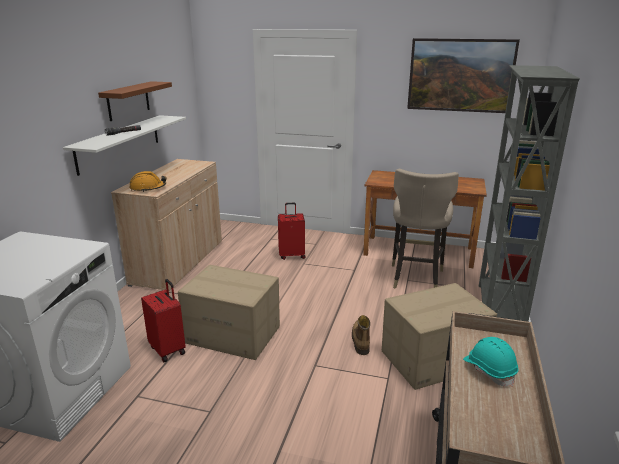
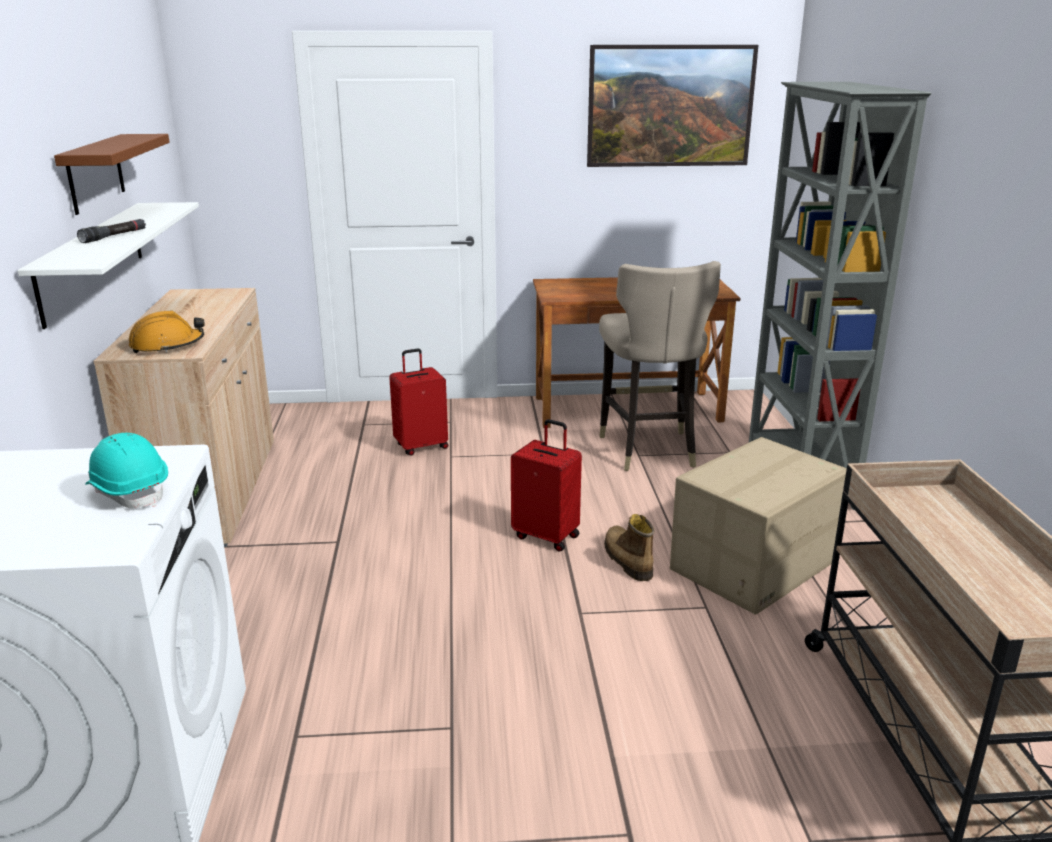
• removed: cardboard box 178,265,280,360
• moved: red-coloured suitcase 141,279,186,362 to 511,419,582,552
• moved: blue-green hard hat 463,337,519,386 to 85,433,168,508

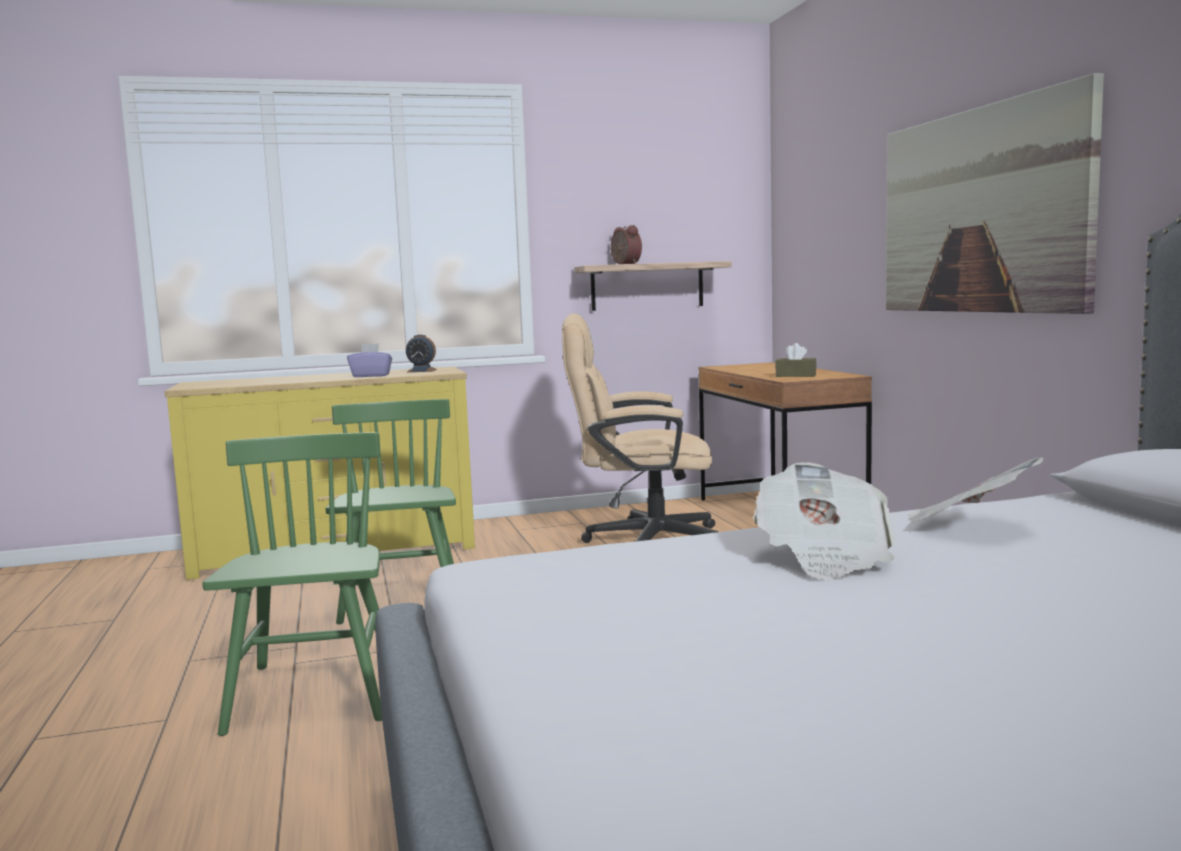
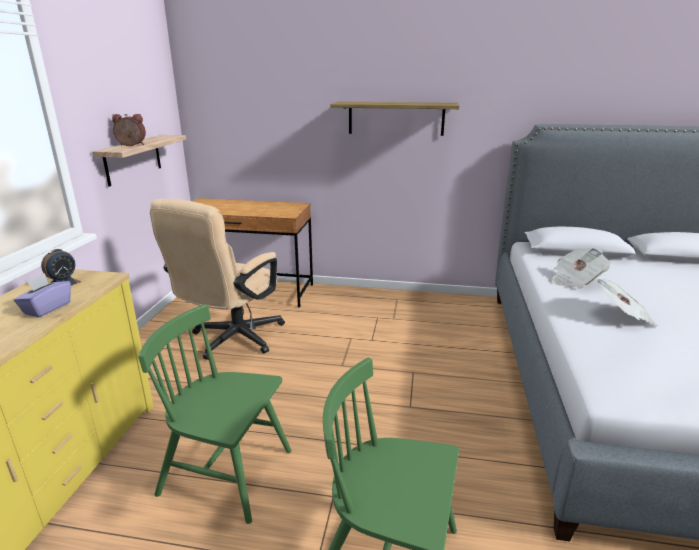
• replaced: wall picture 886,73,1104,314 to shelf 330,101,459,136
• removed: brown tissue box 775,343,817,377

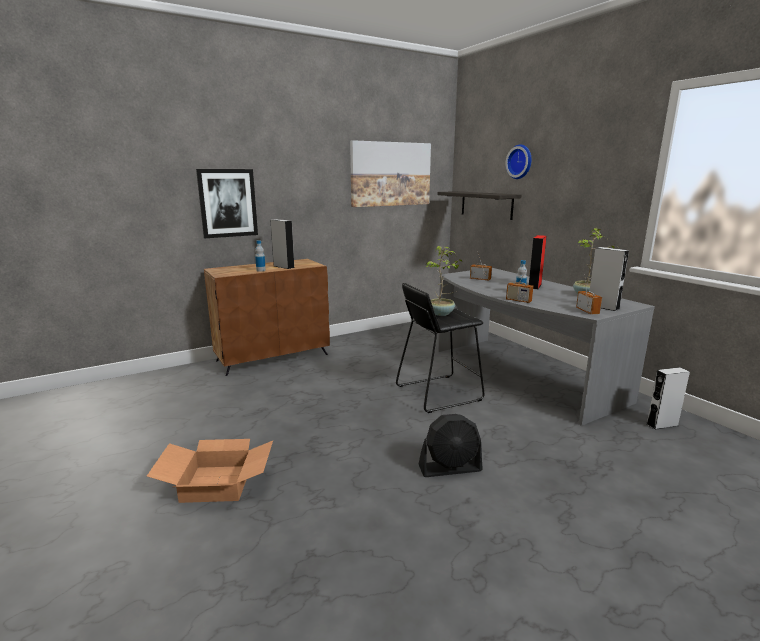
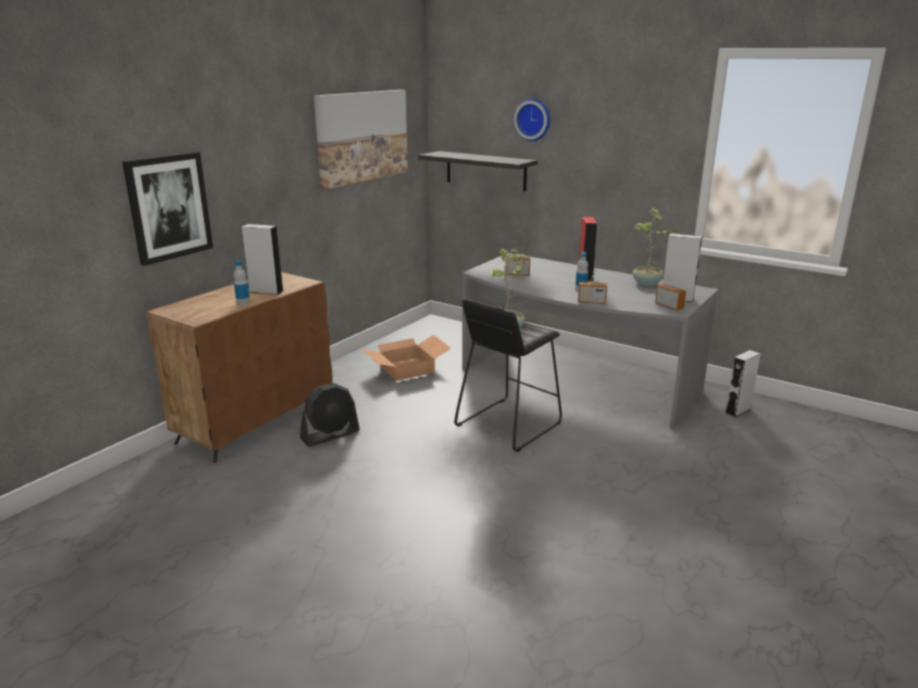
• moved: black-coloured electric fan 419,414,483,477 to 300,383,360,447
• moved: cardboard box 147,439,273,503 to 363,335,451,381

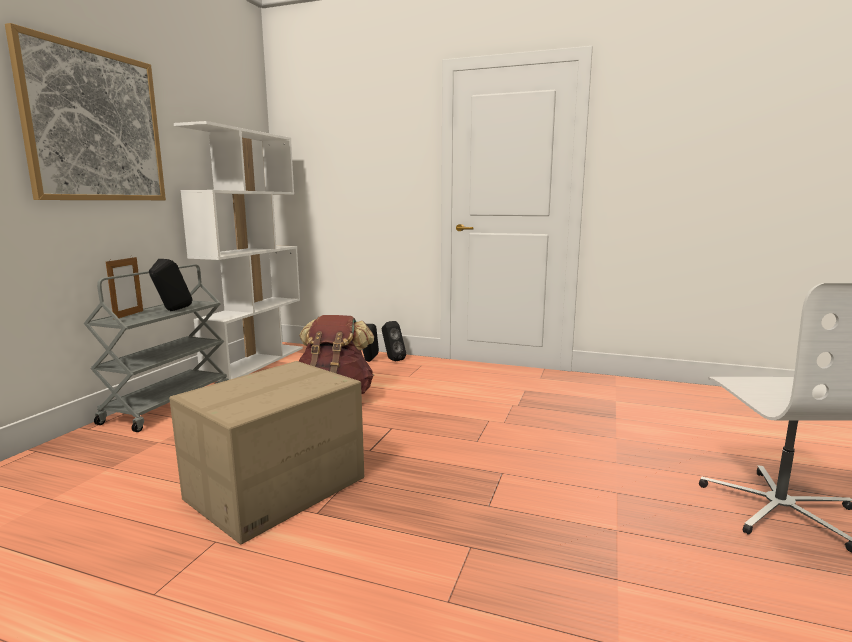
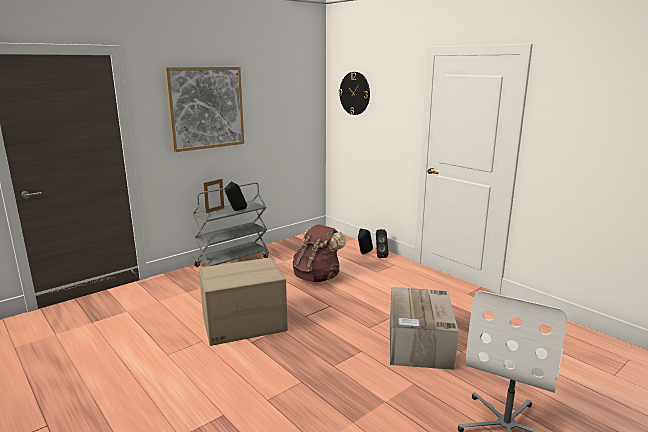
• removed: white bookcase 174,121,303,382
• added: clock on the wall 339,72,370,115
• added: cardboard box 390,287,458,370

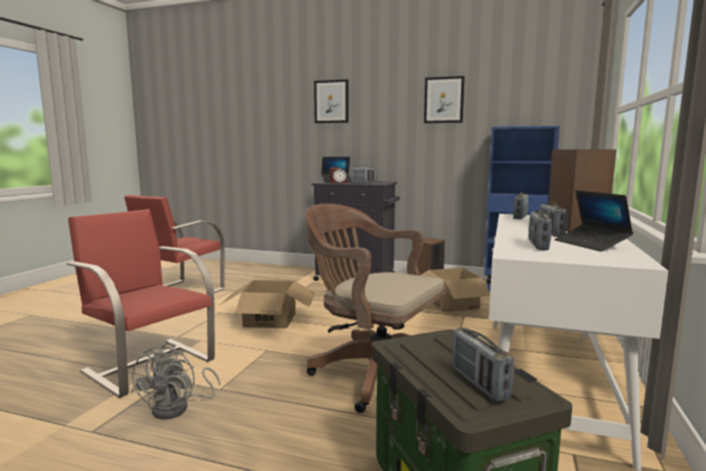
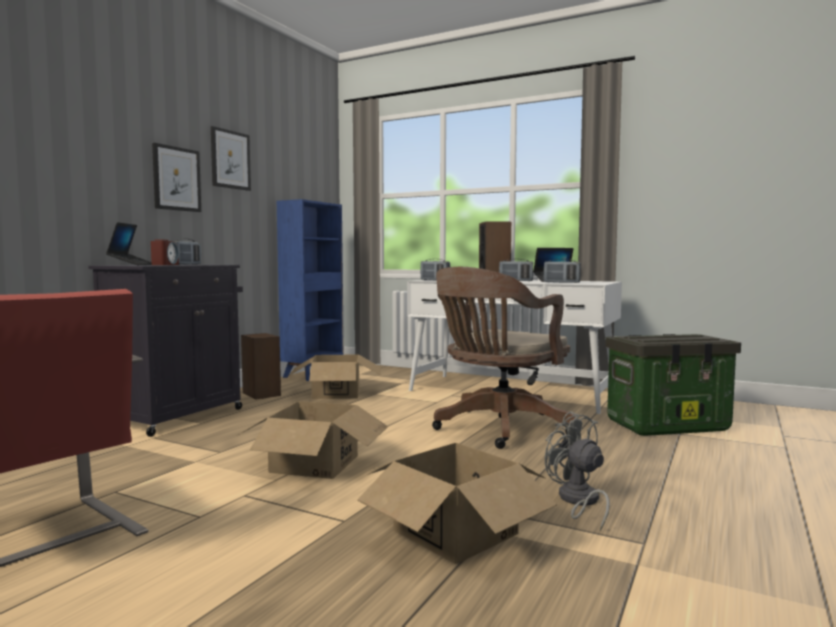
• moved: wall picture 314,79,349,123 to 152,143,201,212
• replaced: red-coloured chair 67,209,215,398 to cardboard box 357,443,557,564
• removed: radio 452,327,514,401
• turned: greyish electric fan 131,343,220,420 = 545,411,610,531 135 degrees counterclockwise

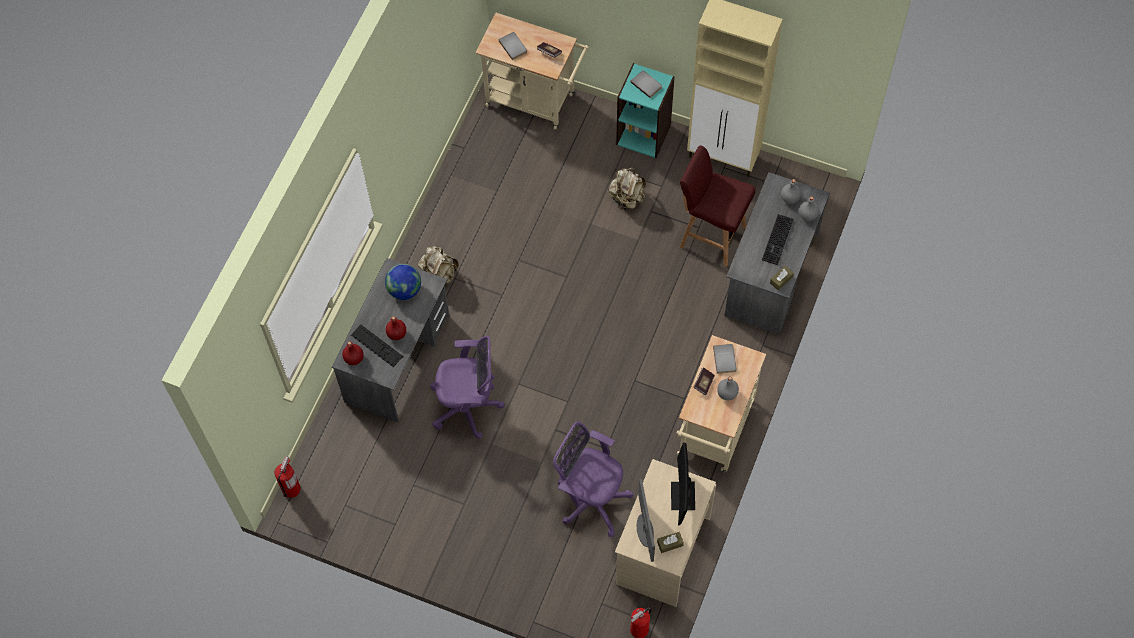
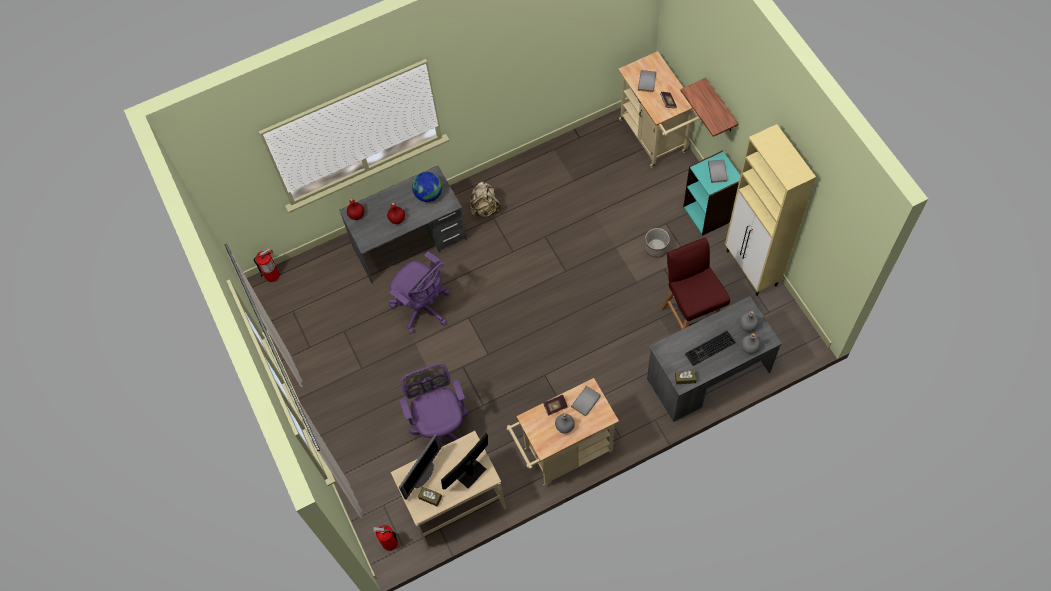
• replaced: beige-coloured knapsack 608,168,646,210 to plant pot 644,228,670,258
• removed: keyboard 351,324,403,367
• added: shelf 680,78,739,137

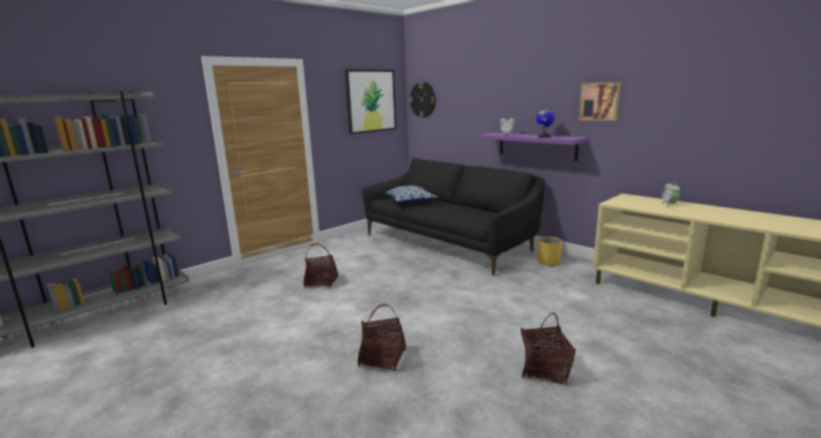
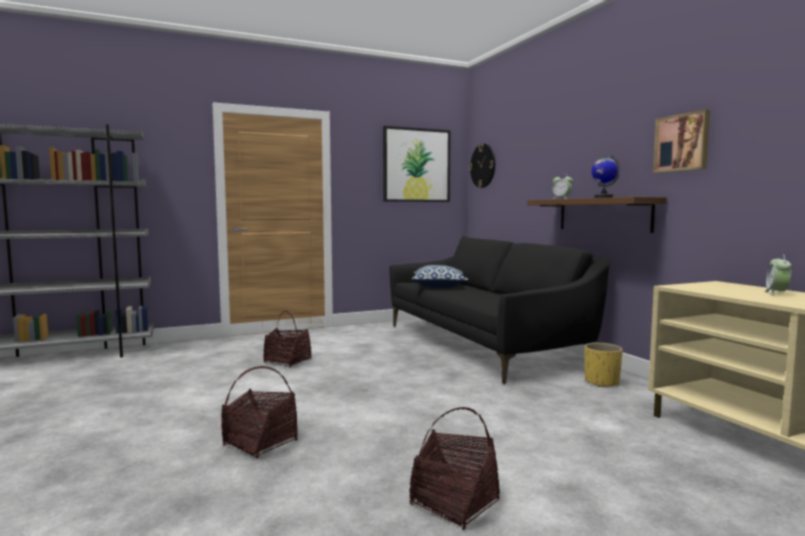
• recoloured: purplish shelf 479,133,587,161 to brown shelf 527,197,667,233

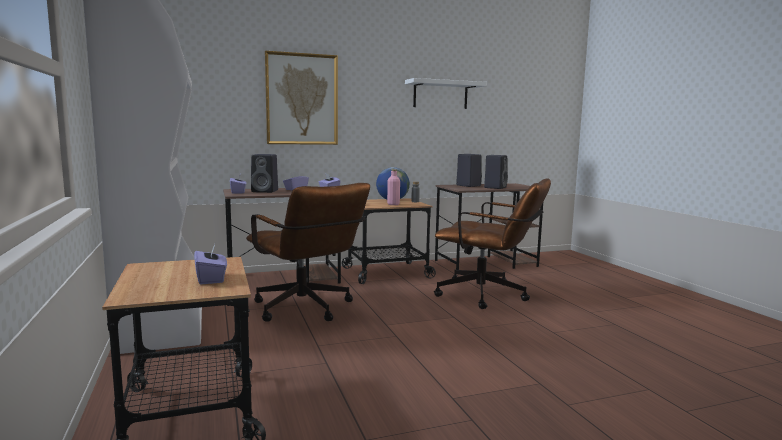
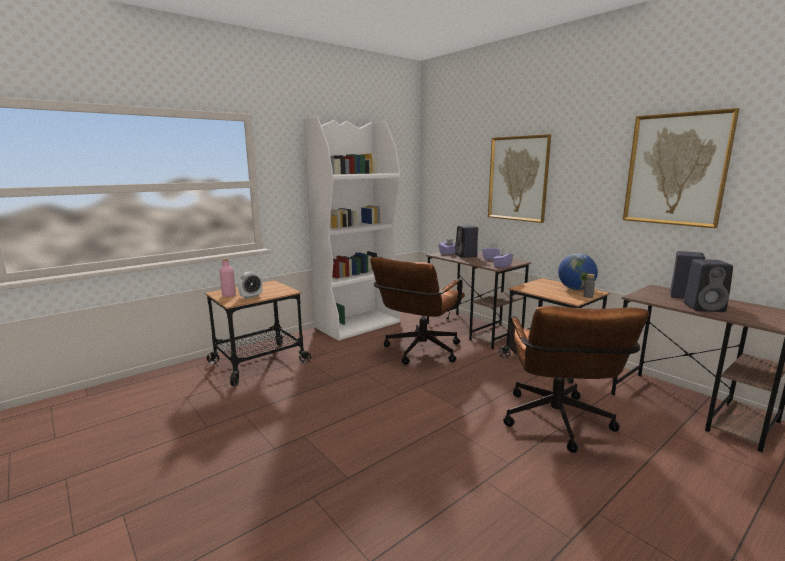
• replaced: white shelf 405,78,487,109 to wall picture 623,108,740,228
• moved: pinkish beverage bottle 387,169,400,205 to 219,258,236,297
• replaced: purplish tissue box 194,244,227,284 to bedside clock 238,272,263,299

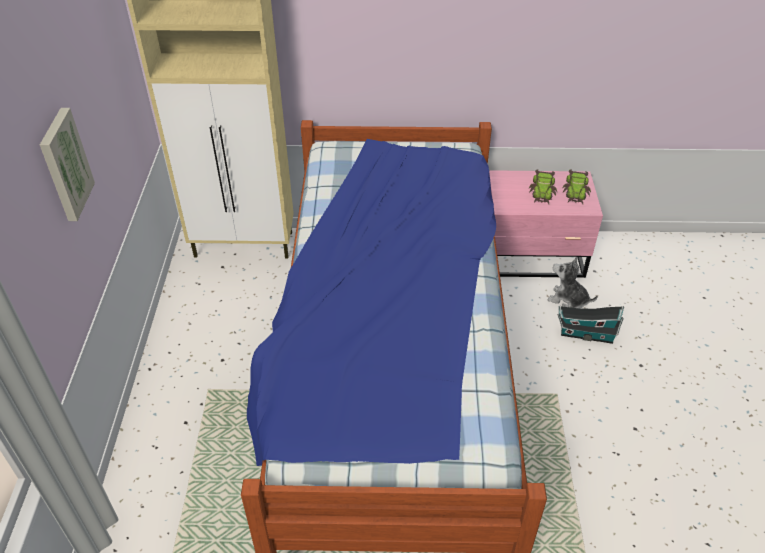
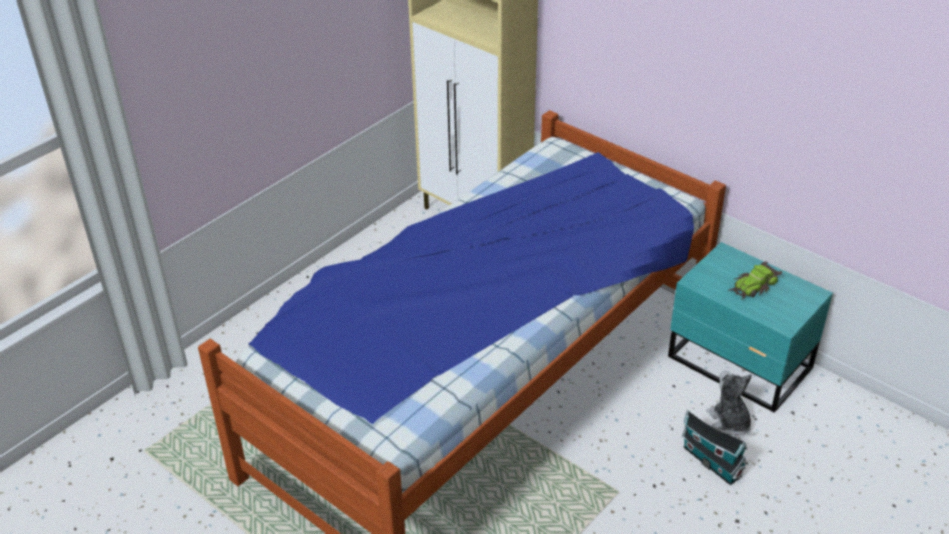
• removed: wall picture 40,108,95,221
• removed: toy car 563,169,591,204
• recoloured: pinkish night table 489,170,603,278 to blue-green night table 668,242,833,413

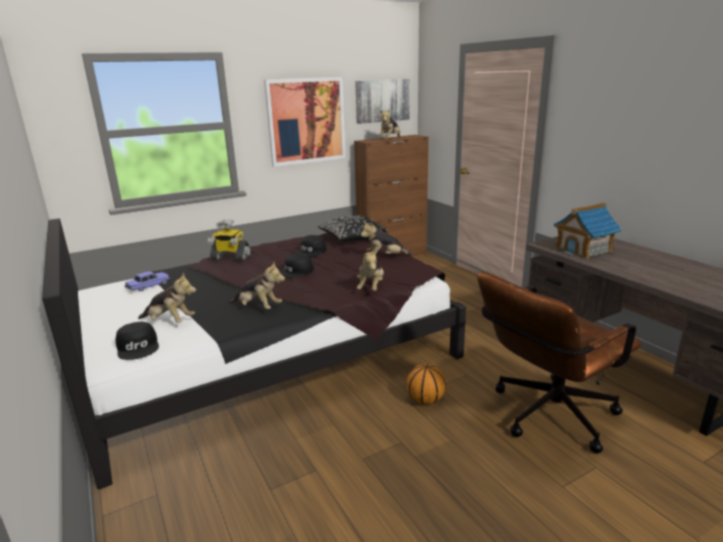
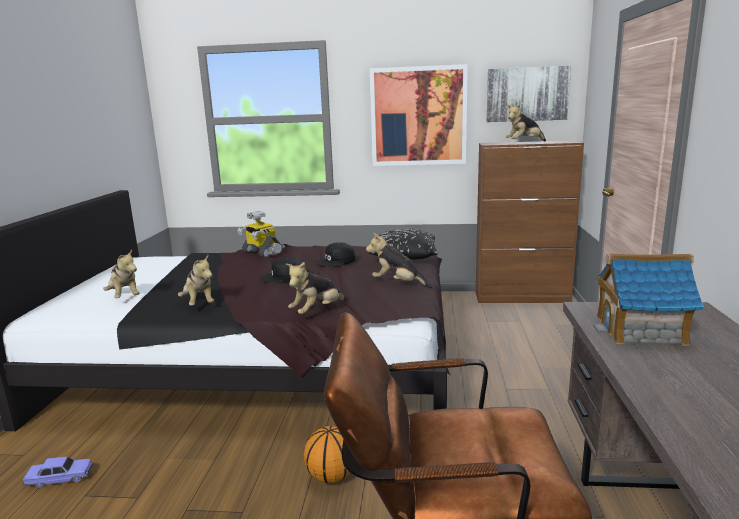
• moved: toy car 125,271,170,291 to 22,457,93,488
• removed: black-coloured peaked cap 115,322,159,360

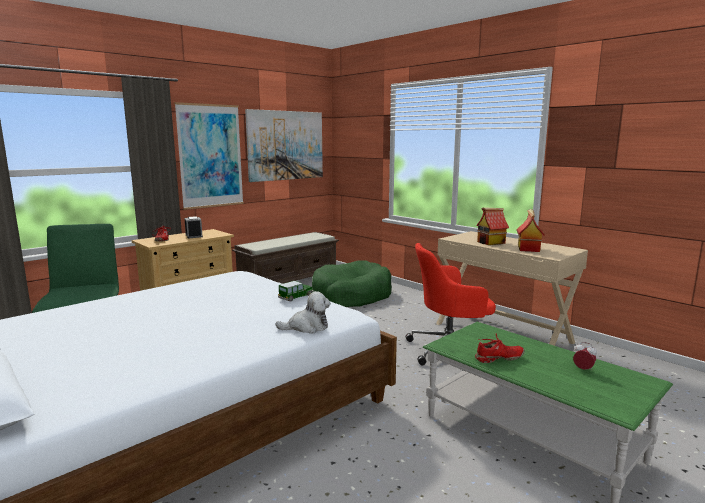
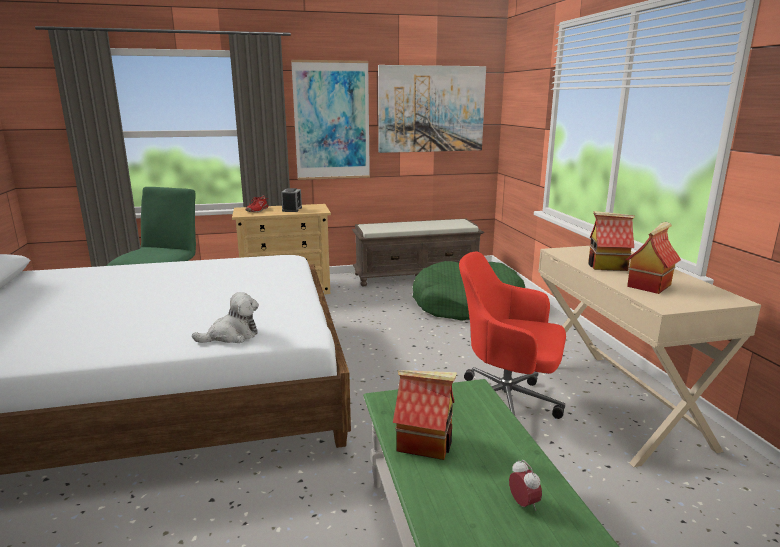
• removed: toy car 278,281,314,301
• turned: cuddly toy 275,291,331,334 = 192,292,259,343 45 degrees counterclockwise
• replaced: red-coloured low shoe 475,333,525,363 to miniature house 393,370,457,460

